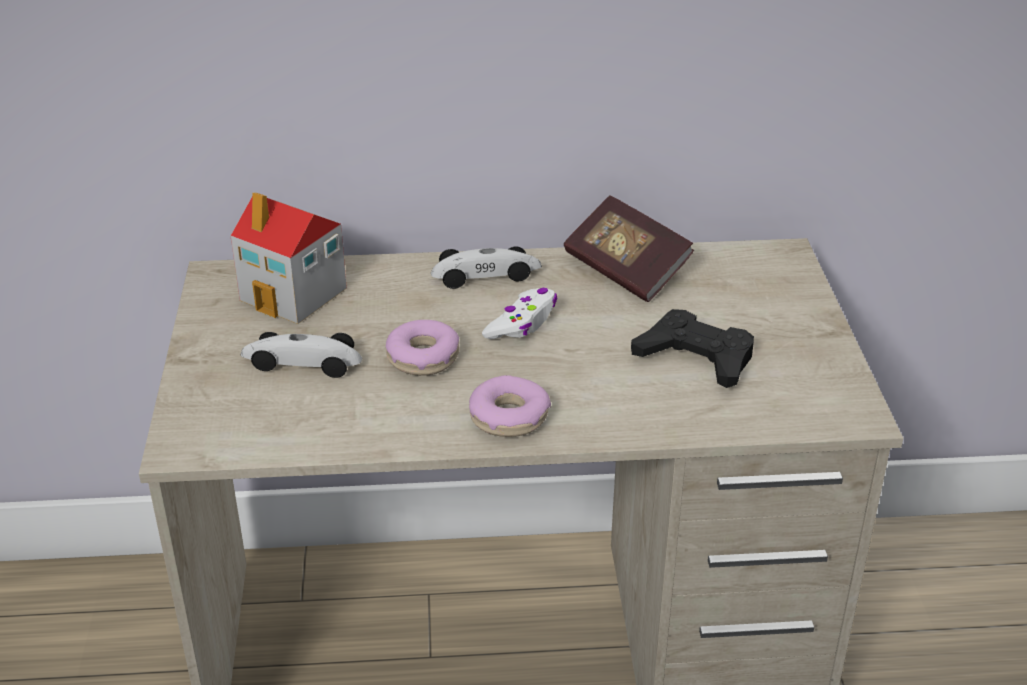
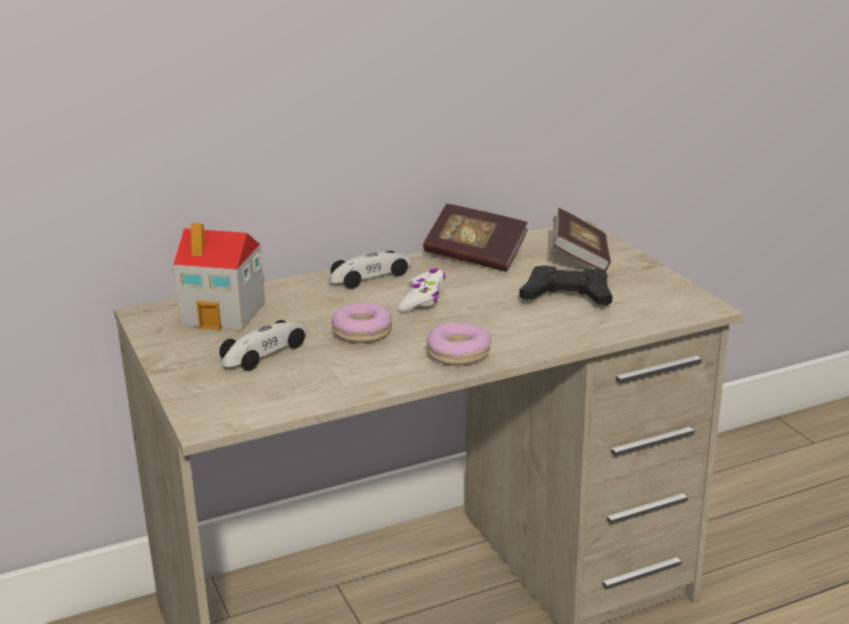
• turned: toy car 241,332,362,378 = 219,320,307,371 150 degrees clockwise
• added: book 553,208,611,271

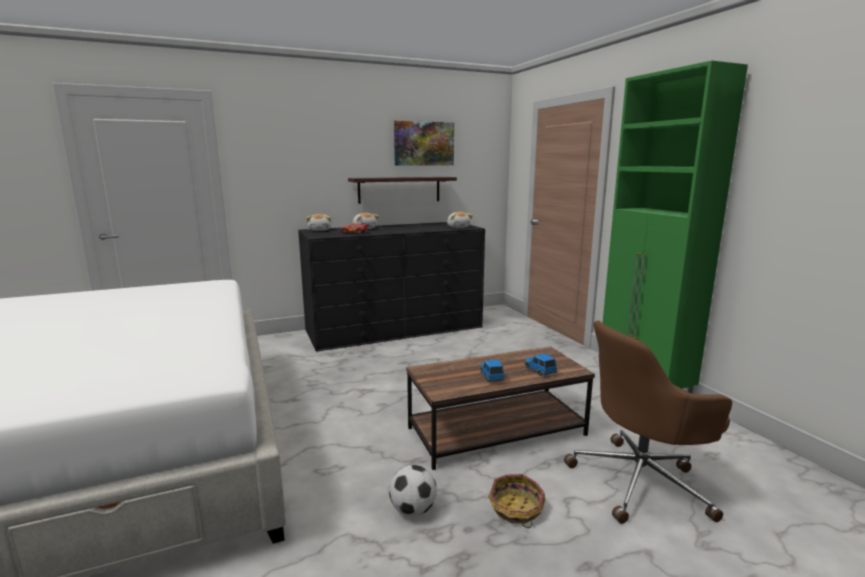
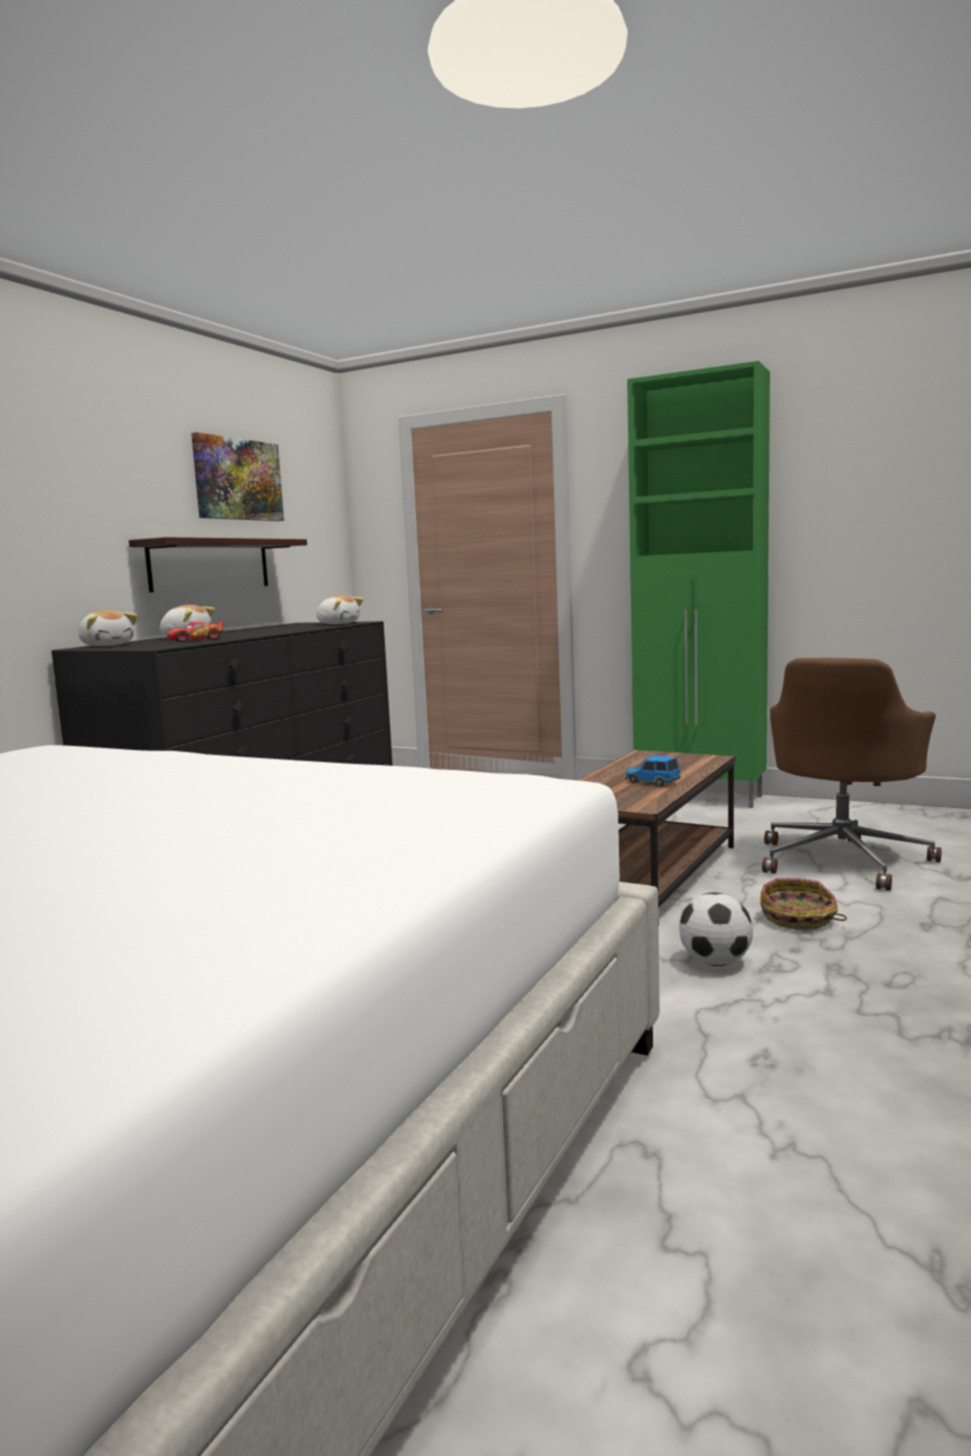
• removed: toy car 524,354,557,376

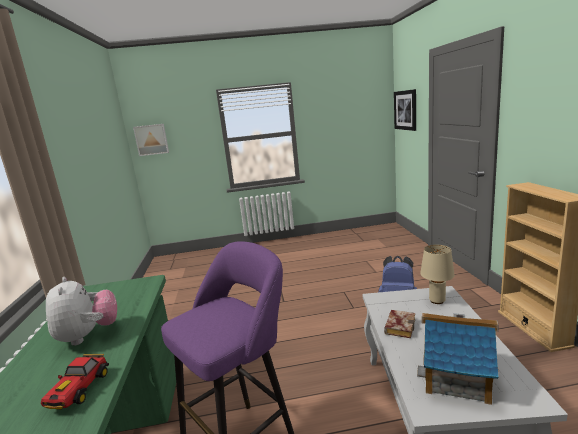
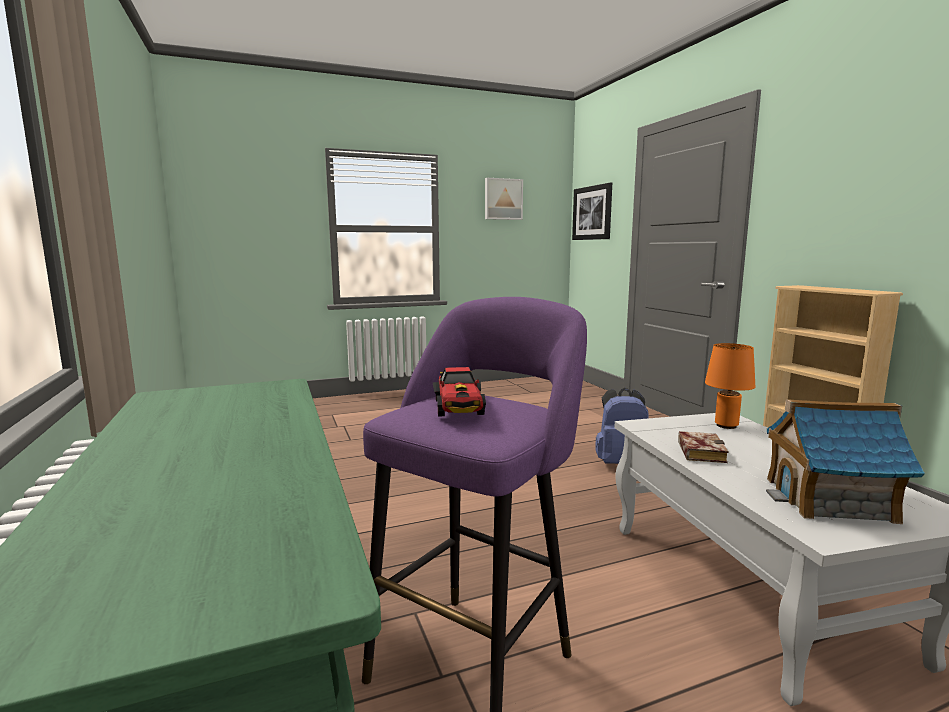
• moved: wall picture 133,124,169,156 to 485,178,523,220
• recoloured: beige-coloured lamp for a table 420,245,455,304 to orange-coloured lamp for a table 705,343,755,429
• removed: cuddly toy 46,277,117,346
• moved: toy car 41,354,109,409 to 433,367,486,417

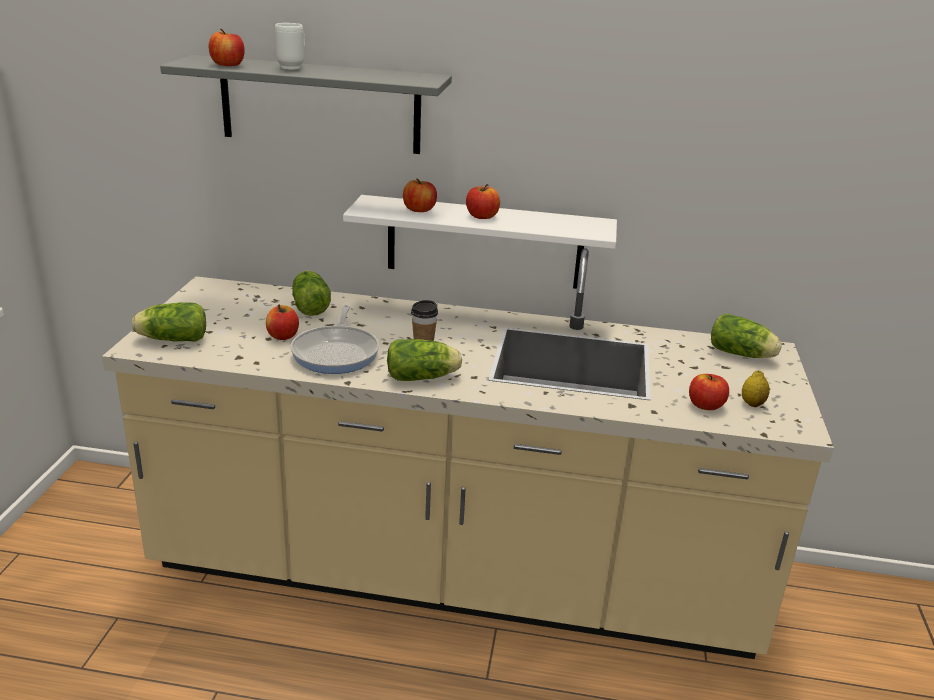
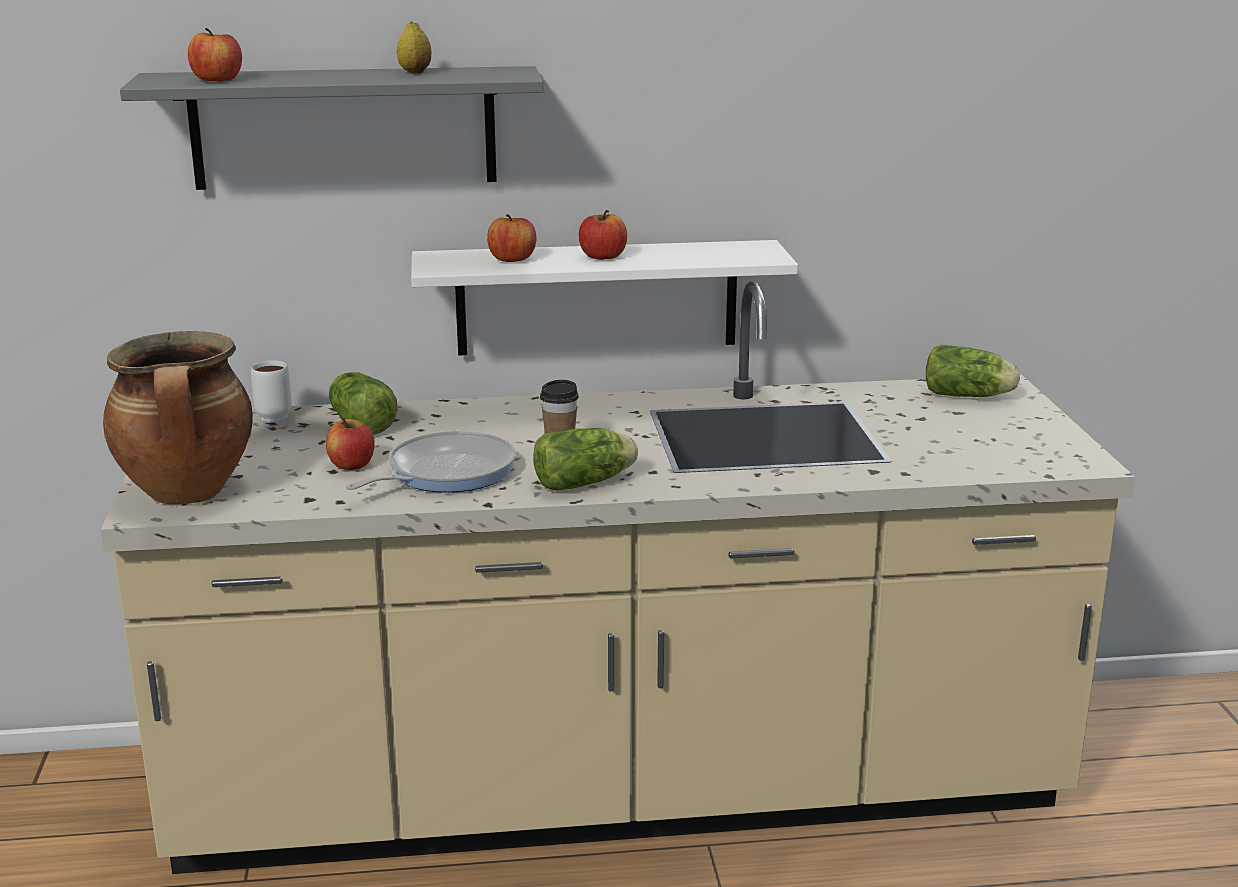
• moved: white mug 275,23,305,70 to 251,361,292,423
• replaced: lettuce head 132,302,206,342 to saucepot 103,331,253,504
• turned: skillet 290,305,379,374 = 345,431,516,493 120 degrees counterclockwise
• moved: citrus fruit 742,370,770,407 to 397,21,432,74
• removed: apple fruit 689,374,729,410

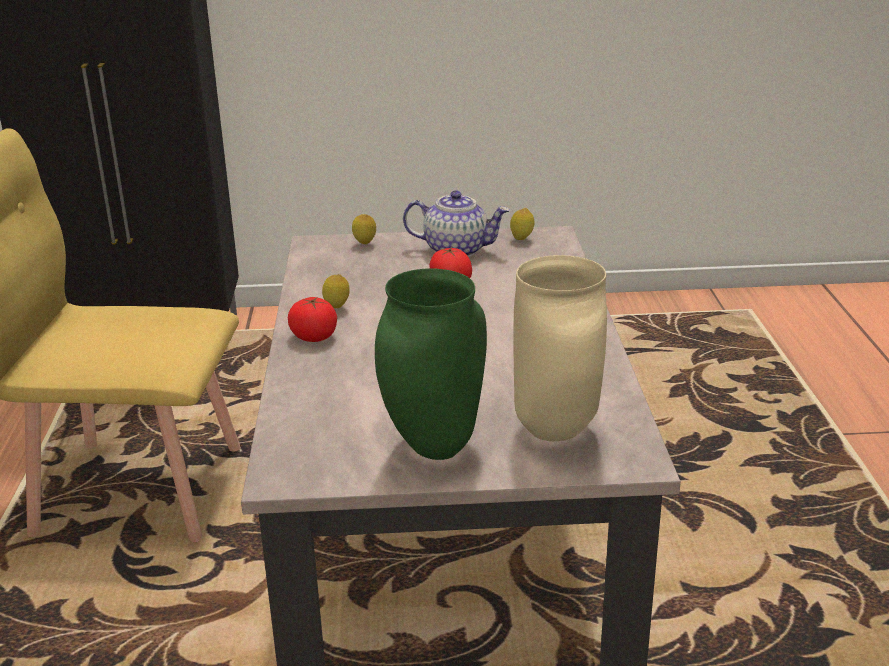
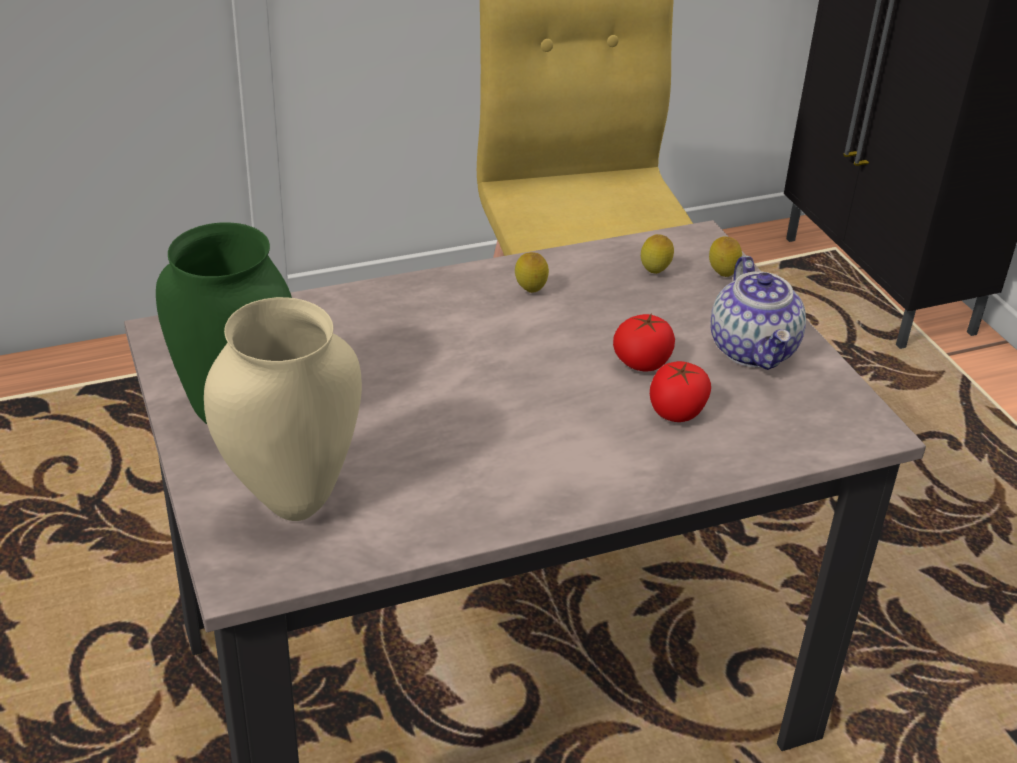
• moved: citrus fruit 510,208,534,240 to 641,234,674,274
• moved: fresh tomato 288,297,337,342 to 650,361,711,422

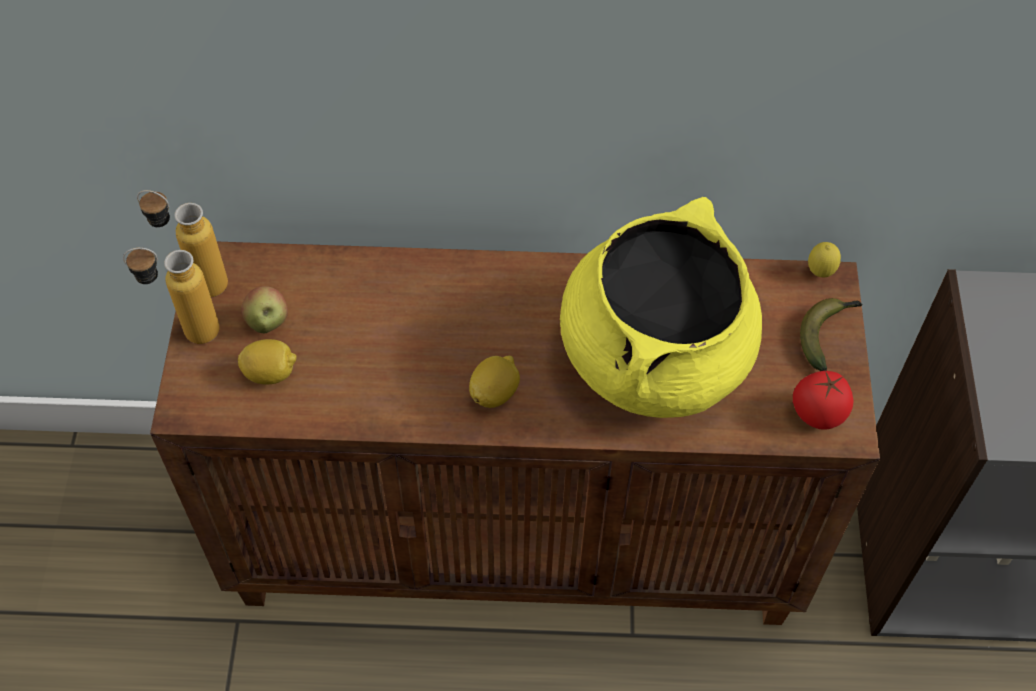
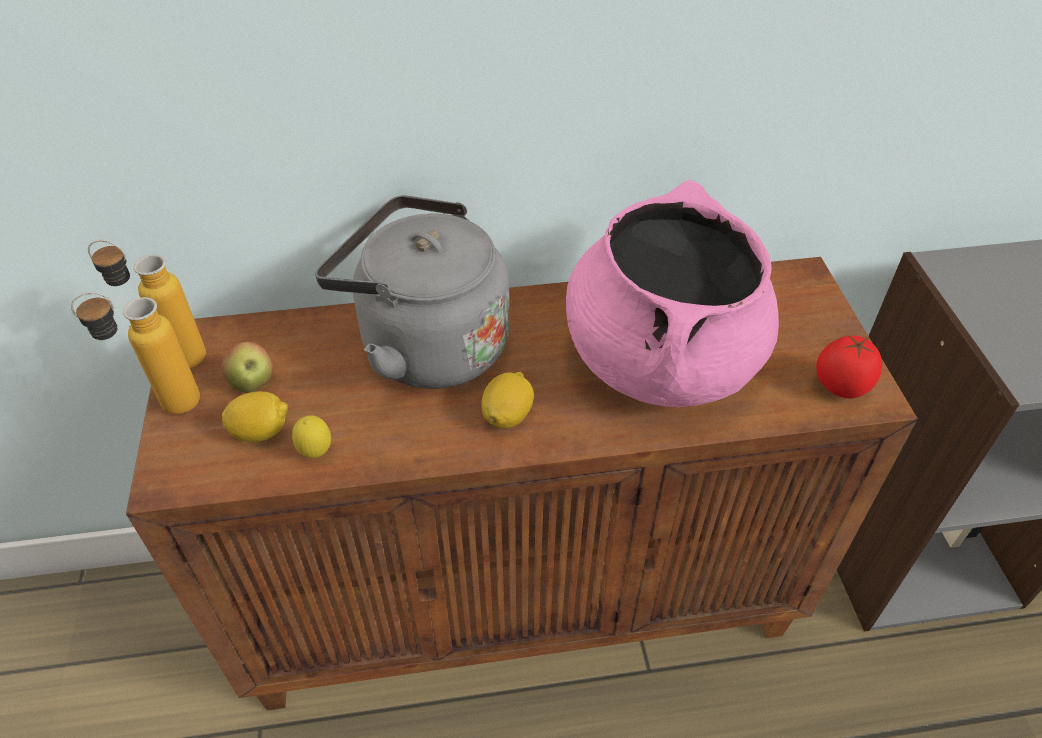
• recoloured: yellow saucepot 560,197,762,418 to pinkish saucepot 566,180,779,407
• moved: citrus fruit 808,242,841,278 to 292,415,331,458
• removed: banana 800,298,862,371
• added: greyish kettle 315,195,510,389

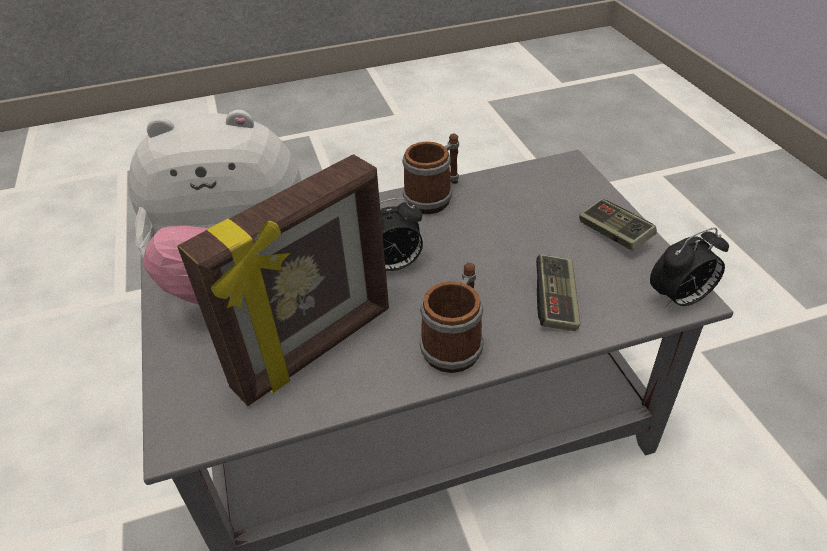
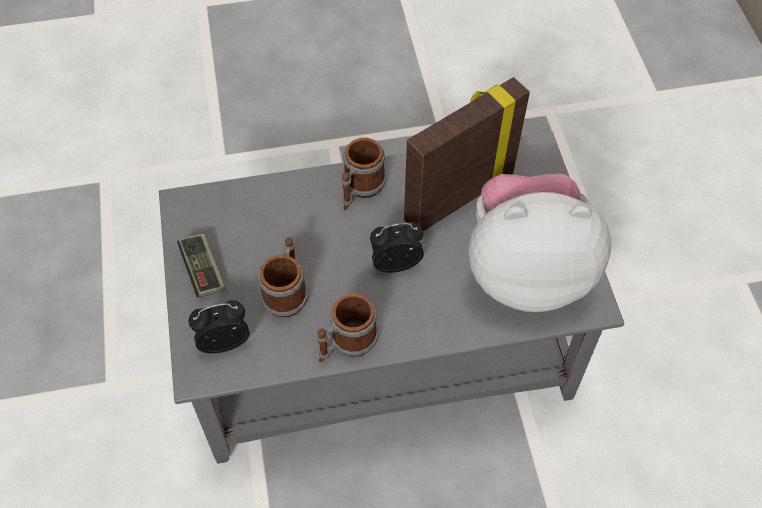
• moved: bedside clock 650,228,729,309 to 188,300,250,353
• removed: game controller 536,254,580,331
• added: mug 258,237,308,317

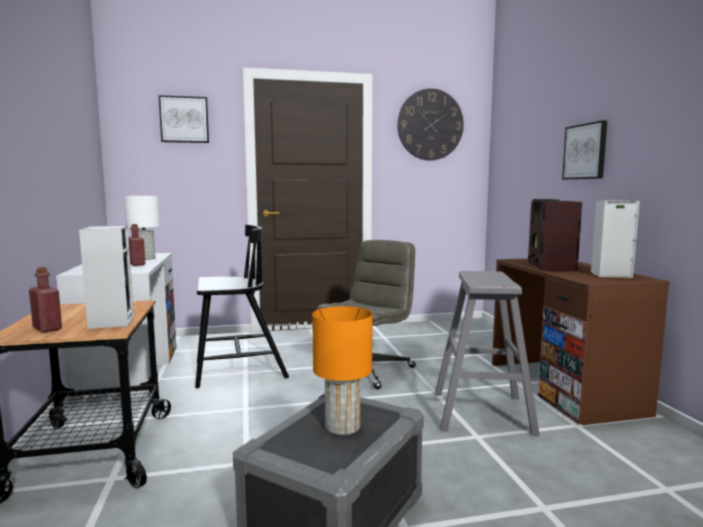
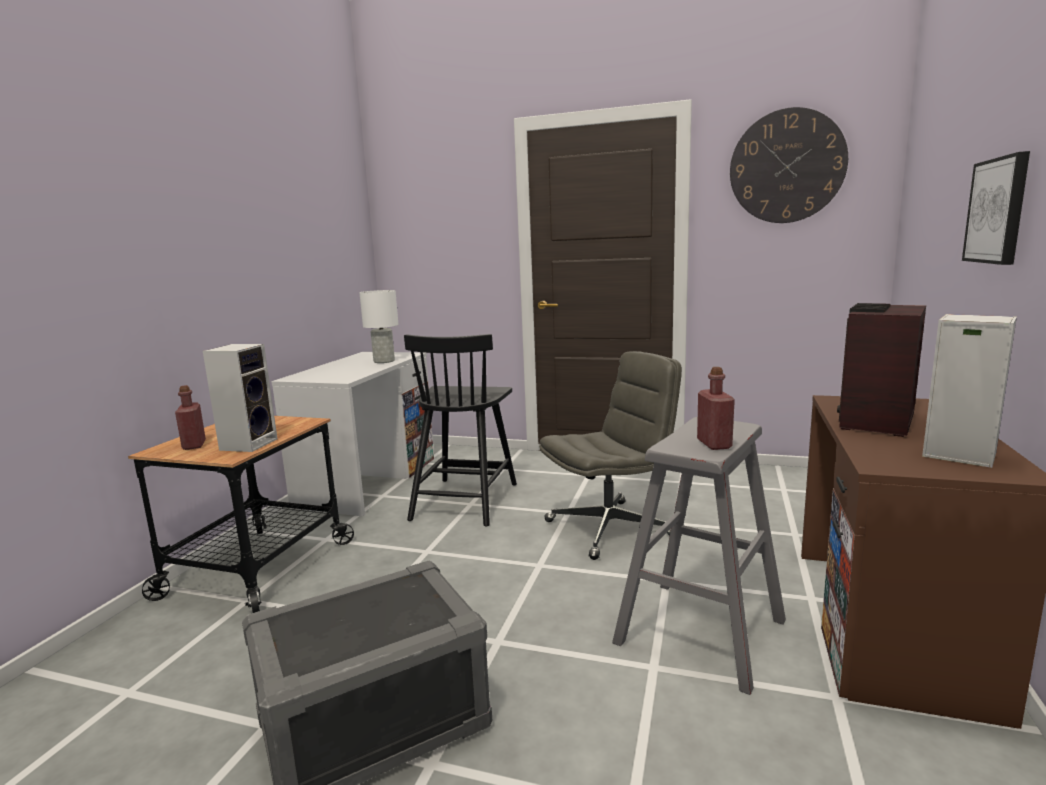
• removed: wall picture 159,95,209,143
• moved: red-coloured beverage bottle 129,224,145,266 to 697,367,735,450
• turned: black-coloured chair 195,224,289,388 = 404,334,517,527 90 degrees clockwise
• removed: orange-coloured lamp for a table 312,306,373,435

